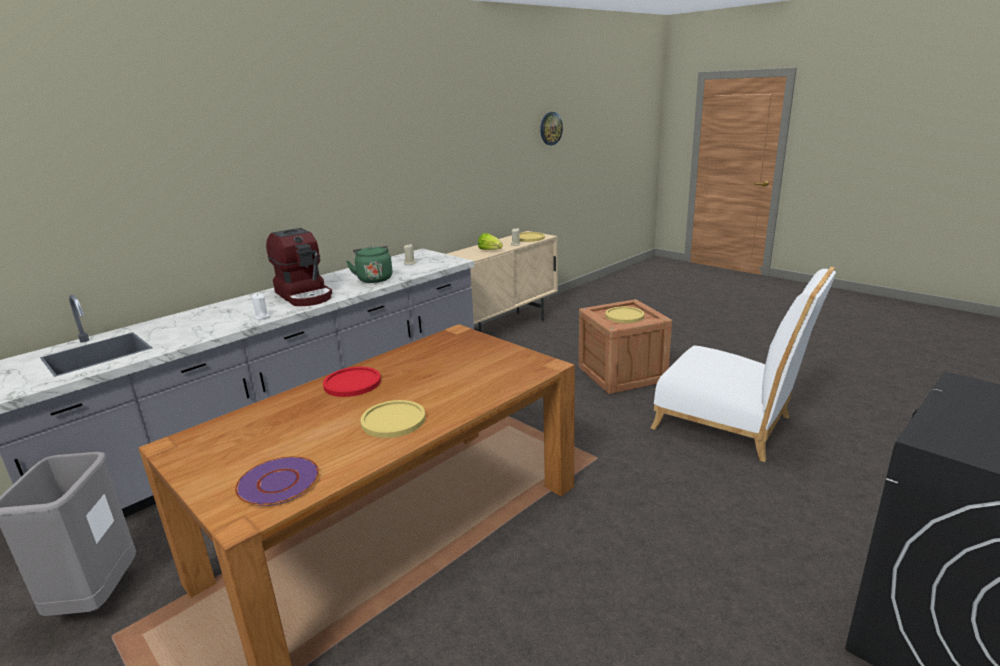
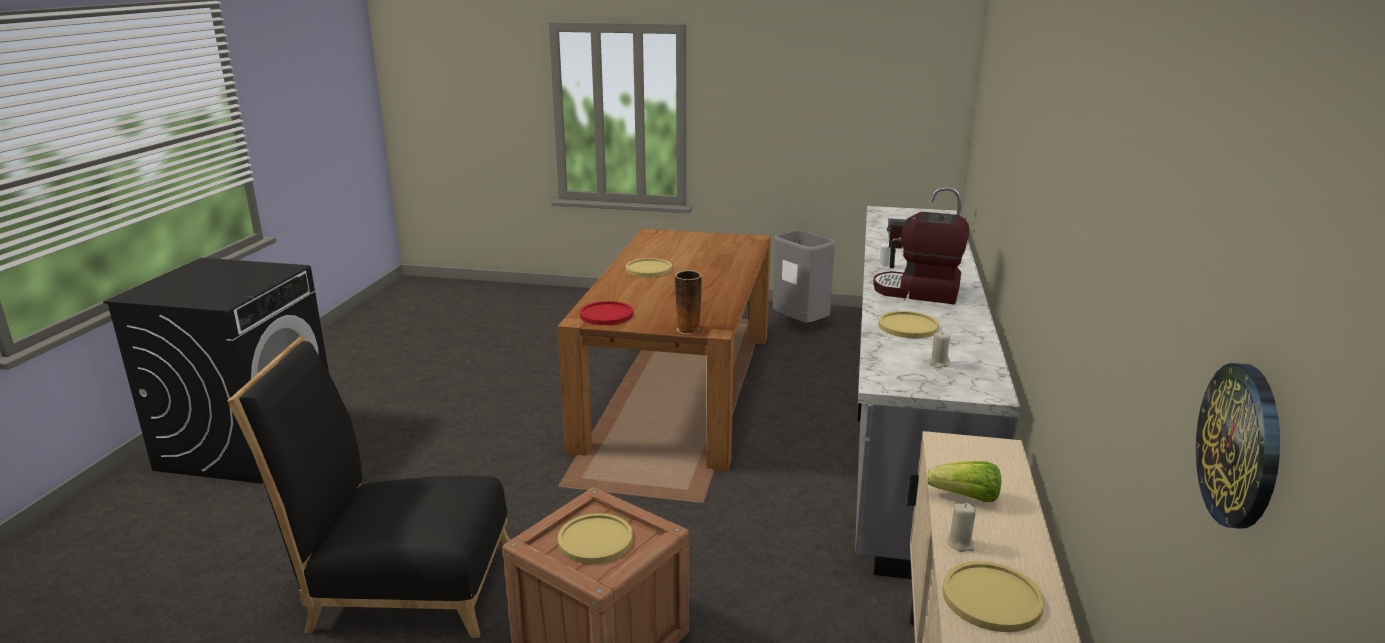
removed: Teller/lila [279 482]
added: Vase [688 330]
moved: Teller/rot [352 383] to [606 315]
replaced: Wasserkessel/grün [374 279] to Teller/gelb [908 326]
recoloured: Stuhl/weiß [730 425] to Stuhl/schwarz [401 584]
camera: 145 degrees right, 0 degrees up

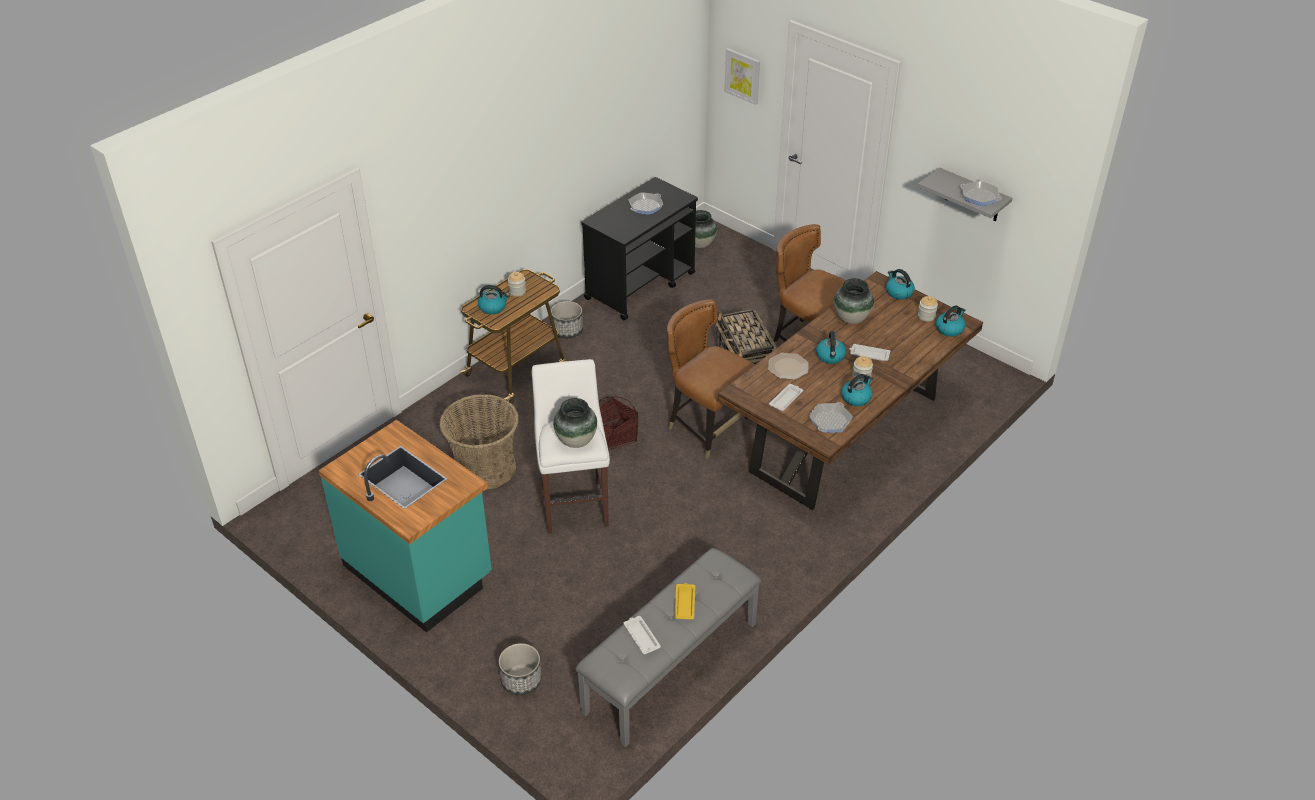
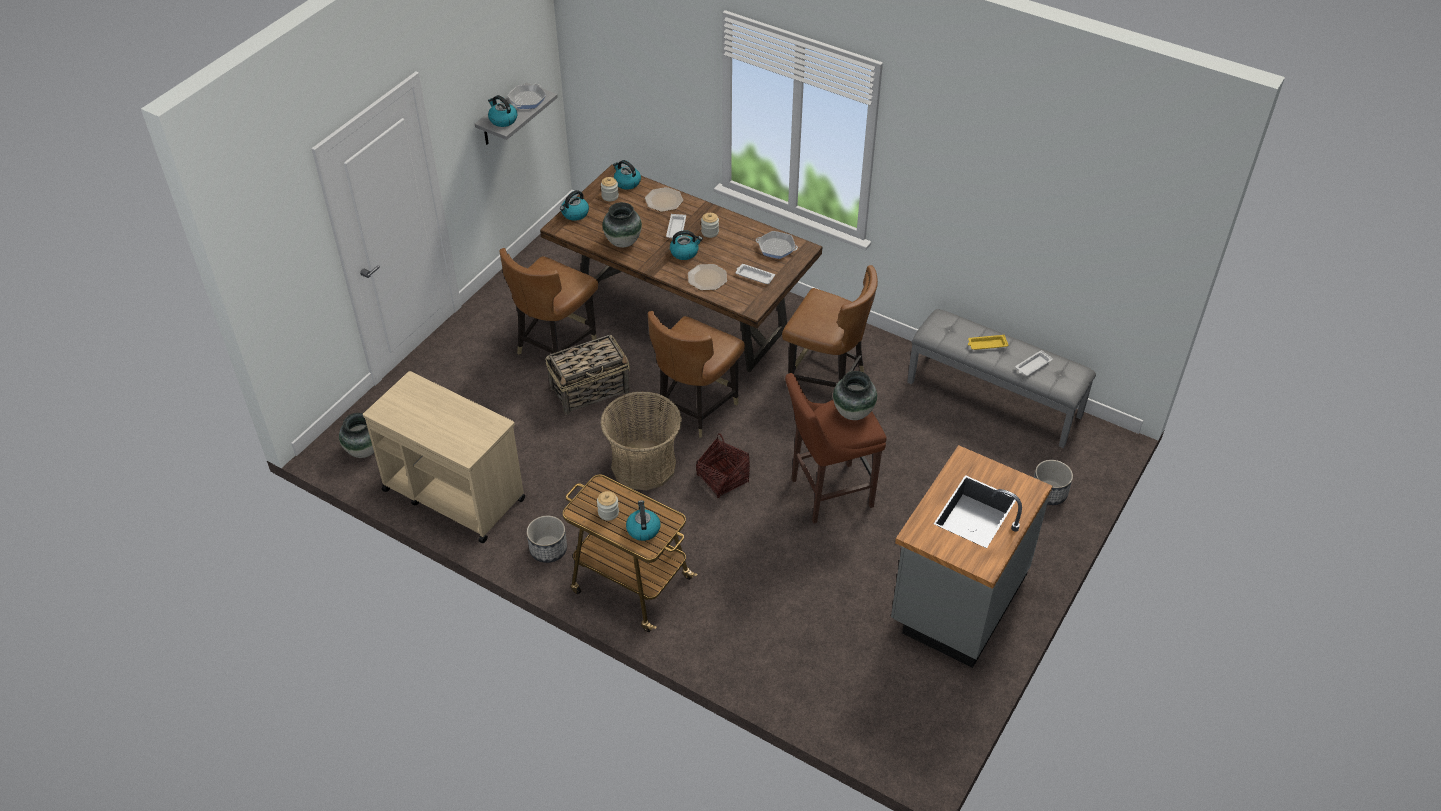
removed: Bild [742 76]; Pfanne [645 206]
added: Teller [663 200]; Stuhl/braun [826 378]
moved: Wasserkessel [856 397] to [502 120]; Korb [484 467] to [643 465]
recoloured: Rollwagen/schwarz [641 285] to Rollwagen/beige [453 494]; Hocker/weiß [574 503] to Hocker/braun [827 493]; Küchenzeile/türkis [419 571] to Küchenzeile/grau [957 599]
camera: 100 degrees left, 5 degrees up

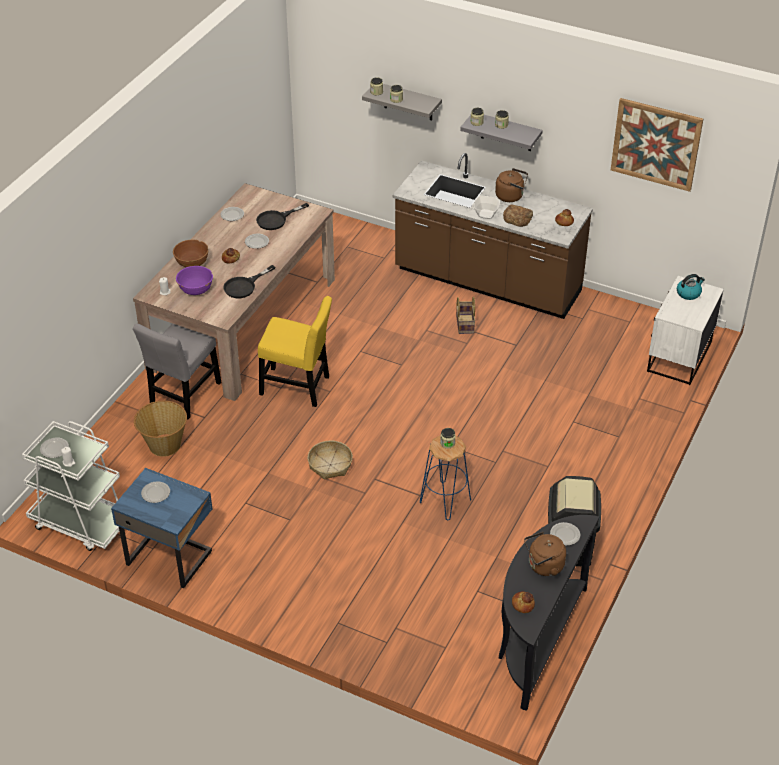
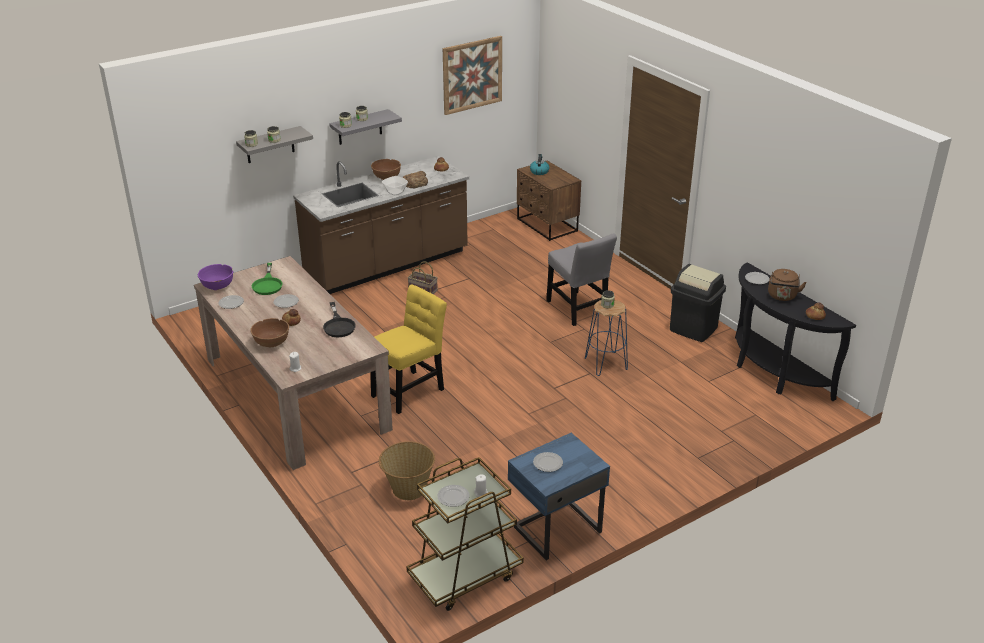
removed: Korb [330 465]
moved: Schüssel/lila [195 289] to [217 286]; Stuhl/grau [184 395] to [578 310]
replaced: Wasserkessel/braun [511 196] to Schüssel/braun [386 177]
recoloured: Pfanne/schwarz [276 219] to Pfanne/grün [267 284]; Nachttisch/weiß [678 357] to Nachttisch/braun [546 225]; Rollwagen/weiß [81 522] to Rollwagen/braun [465 575]
camera: 60 degrees left, 10 degrees down

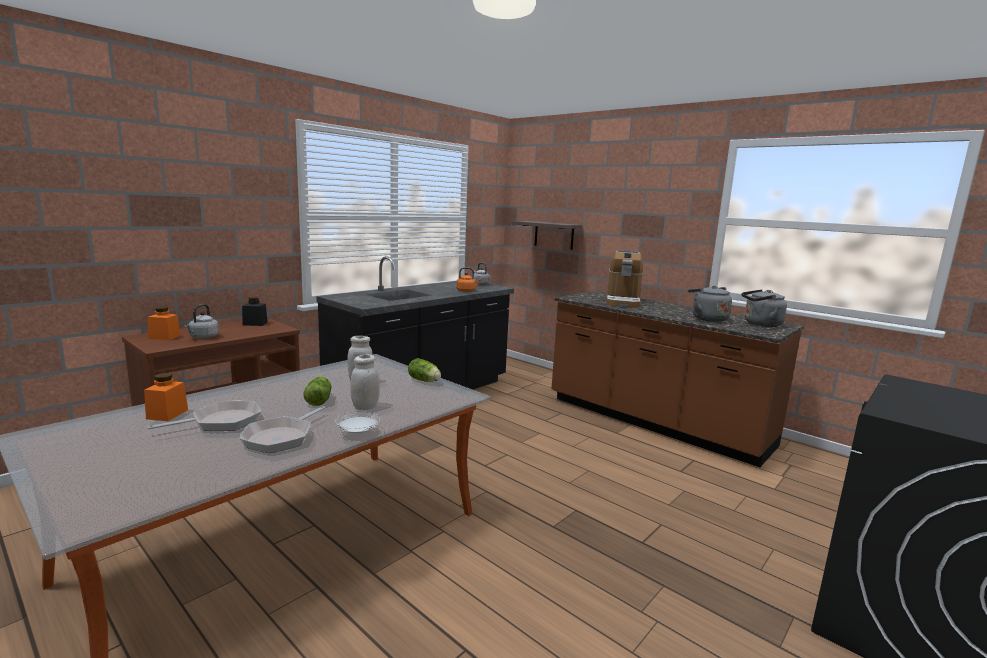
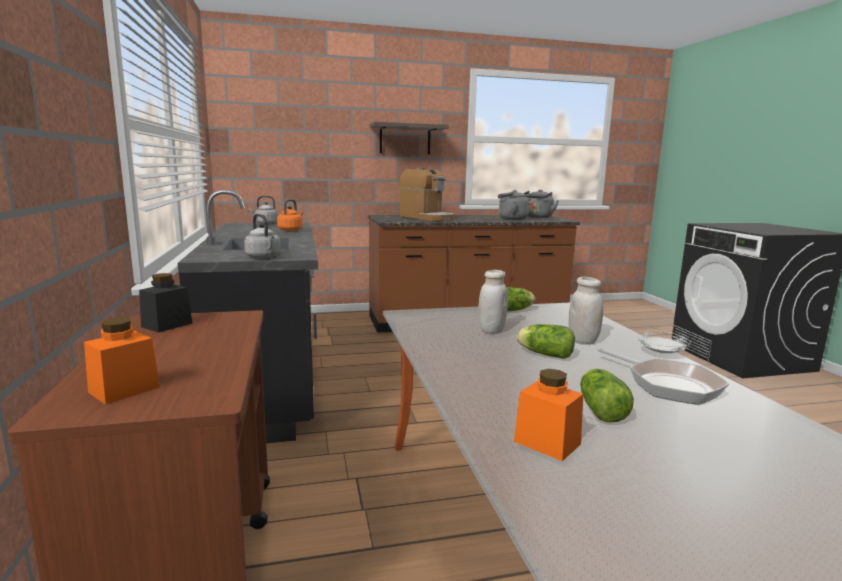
moved: Wandregal [554 235] to [405 139]; Wasserkessel/grau [203 337] to [264 257]
replaced: Pfanne [222 422] to Salatkopf [600 409]
camera: 55 degrees left, 0 degrees up

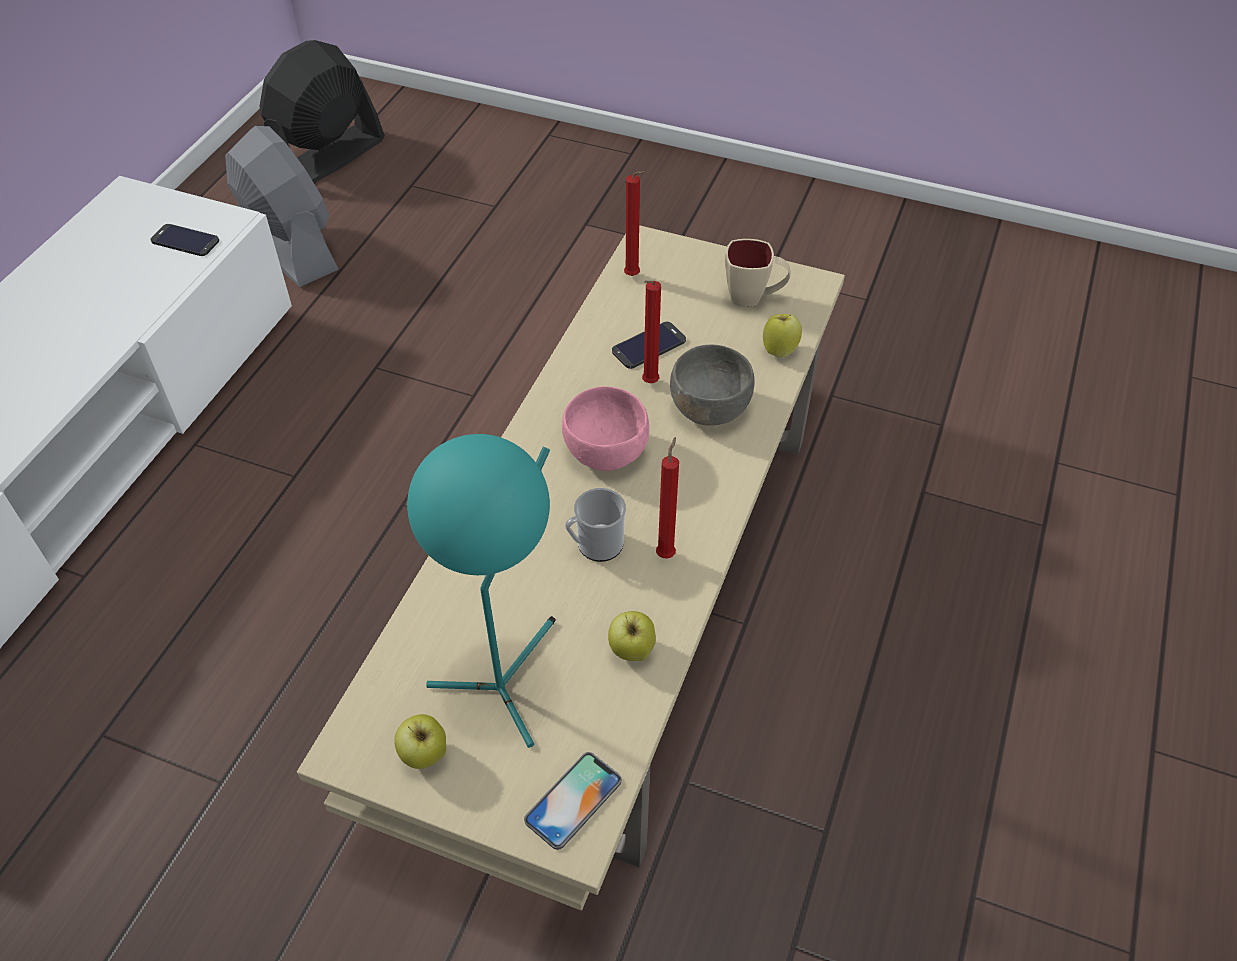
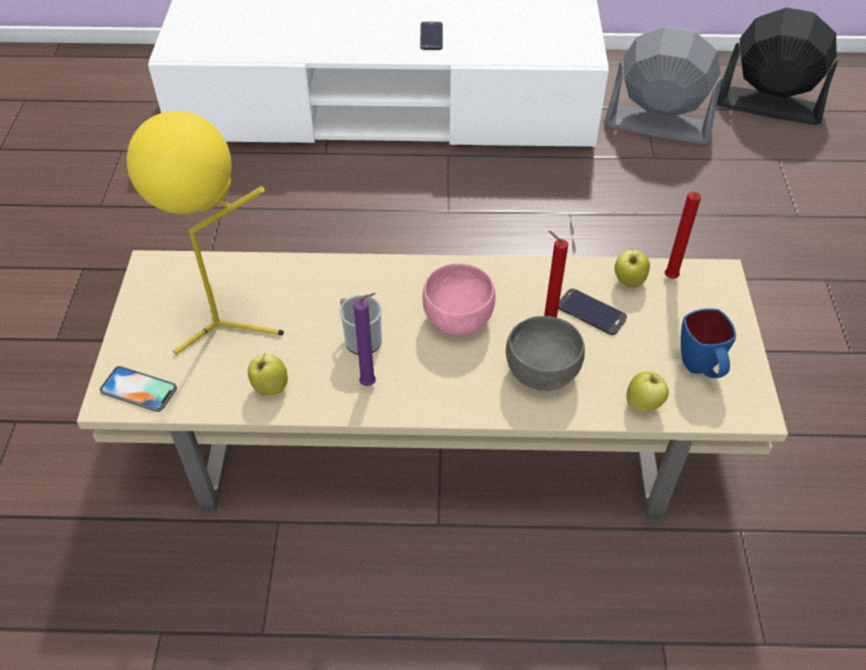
moved: Handy [185 240] to [431 36]; Apfel [424 756] to [628 282]
recoloured: Henkelbecher/beige [754 298] to Henkelbecher/blau [701 369]; Tischlampe/türkis [507 678] to Tischlampe/gelb [226 325]; Kerze/rot [666 553] to Kerze/lila [370 383]
turned: Ventilator/grau [289 247] = [657 124] 105 degrees counterclockwise
camera: 70 degrees right, 0 degrees up

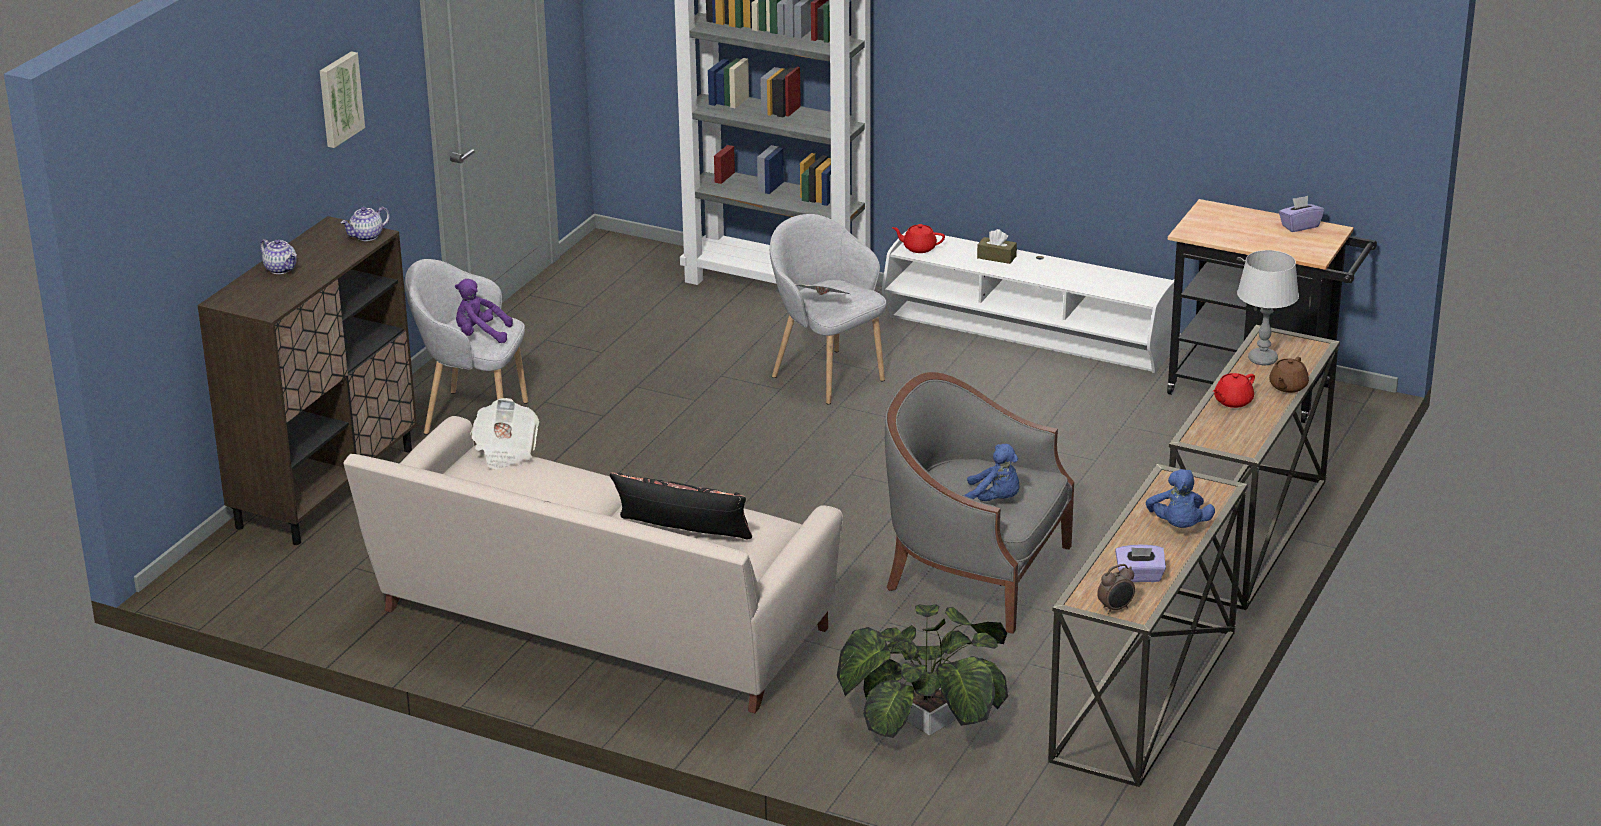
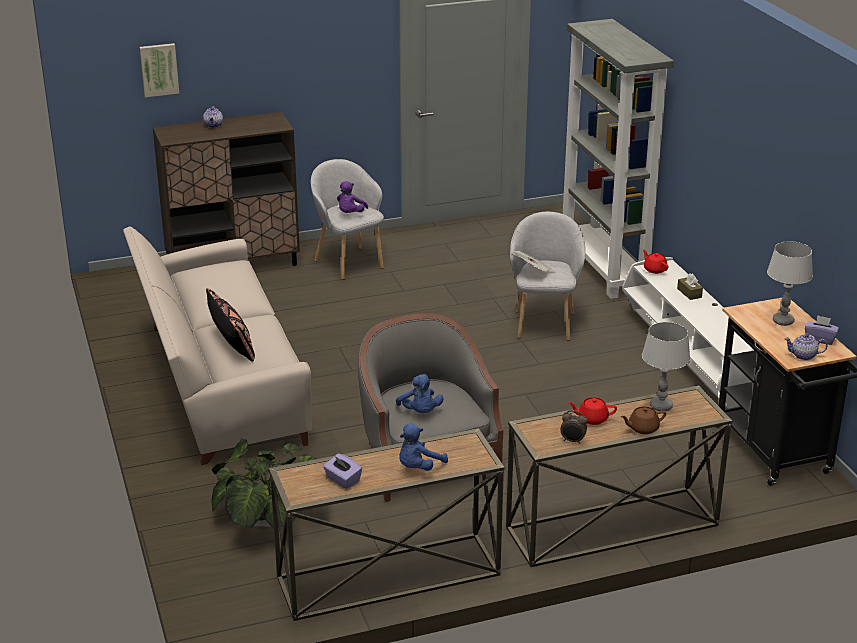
removed: Zeitung [505 451]
added: Tischlampe/grau [783 321]
moved: Bild [339 99] to [159 69]; Teekanne [367 236] to [803 356]; Wecker [1116 609] to [572 441]
turned: Plüschtier/lila [480 335] = [350 214] 120 degrees counterclockwise
camera: 45 degrees right, 0 degrees up

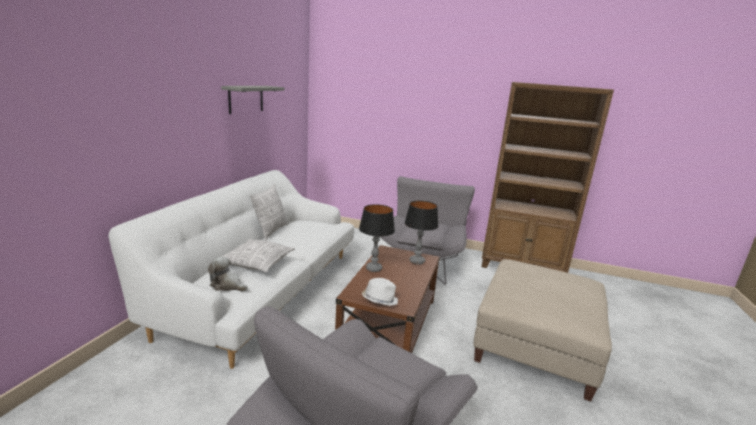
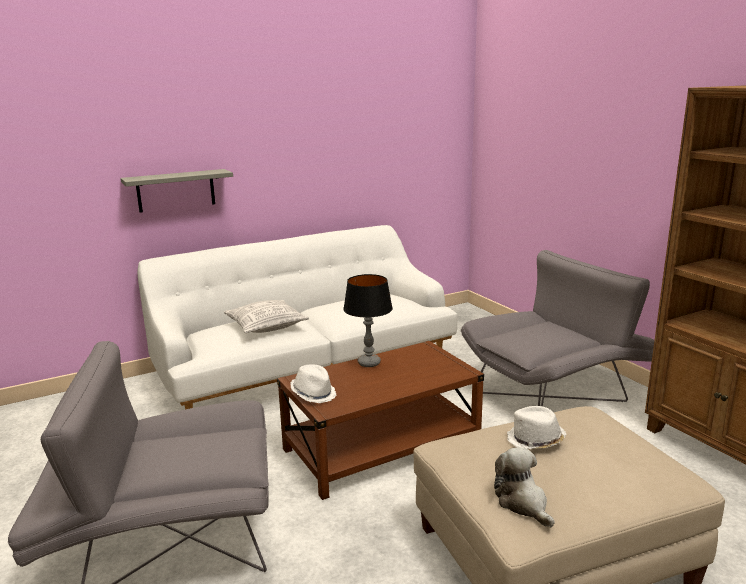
removed: Kissen [271 231]; Tischlampe [416 261]
added: Hut/weiß [535 440]
moved: Wandregal/grau [246 99] to [176 190]; Plüschtier [227 285] to [523 503]
camera: 45 degrees right, 0 degrees up

